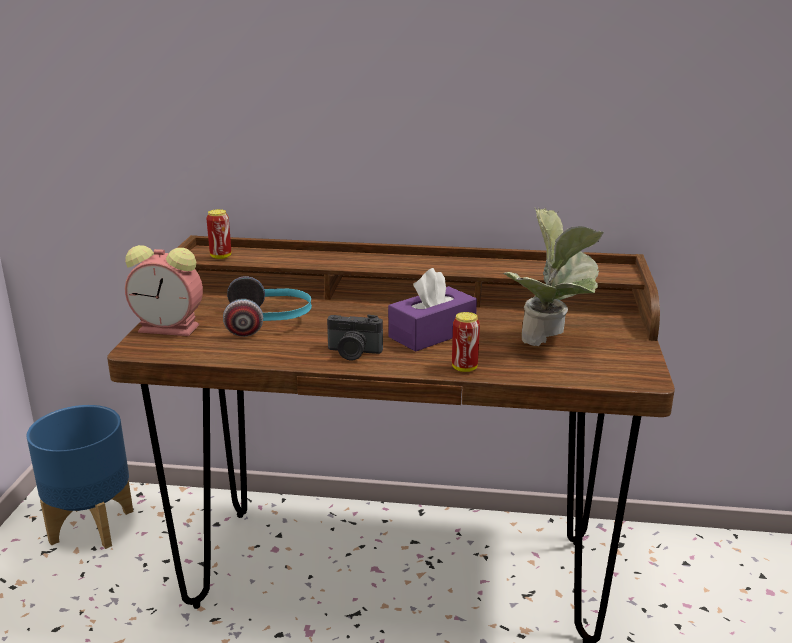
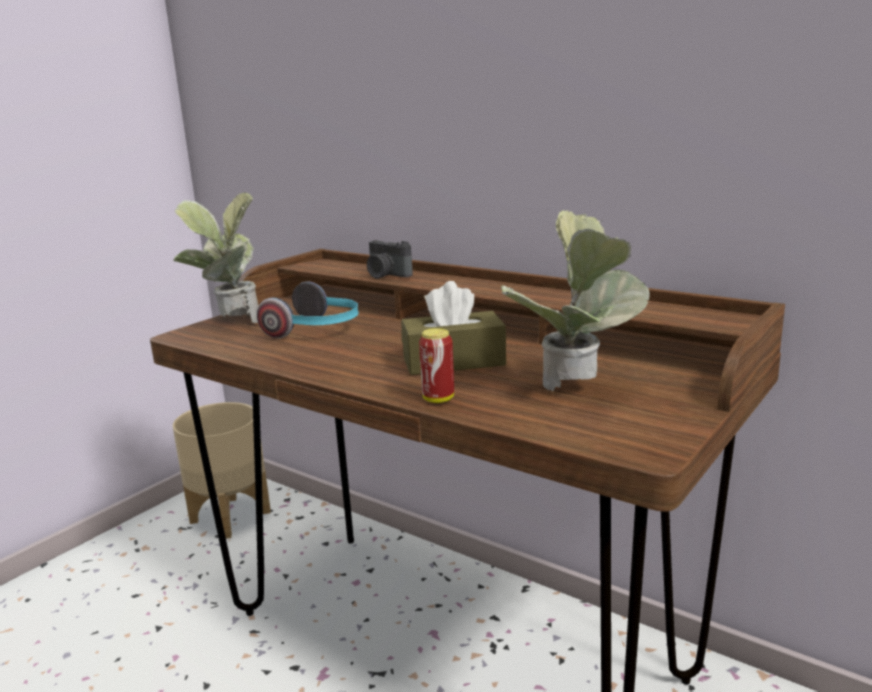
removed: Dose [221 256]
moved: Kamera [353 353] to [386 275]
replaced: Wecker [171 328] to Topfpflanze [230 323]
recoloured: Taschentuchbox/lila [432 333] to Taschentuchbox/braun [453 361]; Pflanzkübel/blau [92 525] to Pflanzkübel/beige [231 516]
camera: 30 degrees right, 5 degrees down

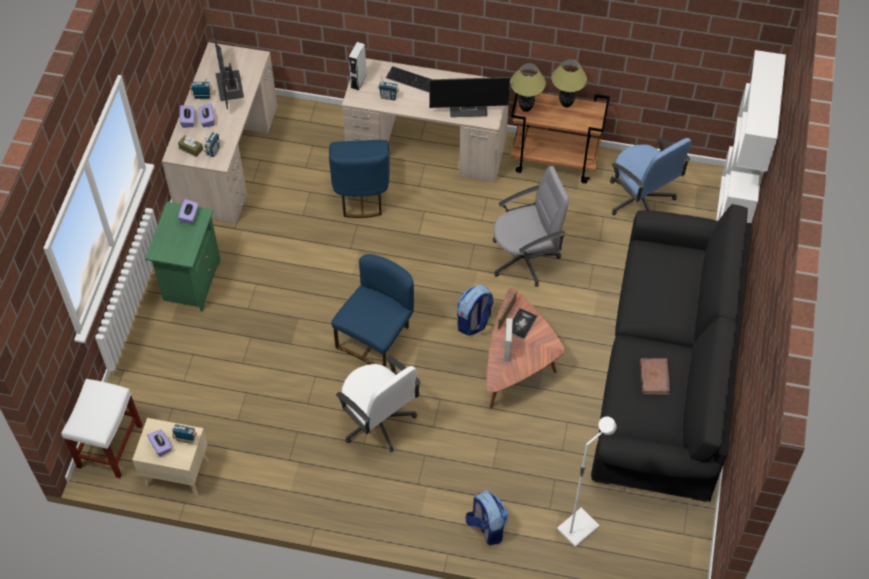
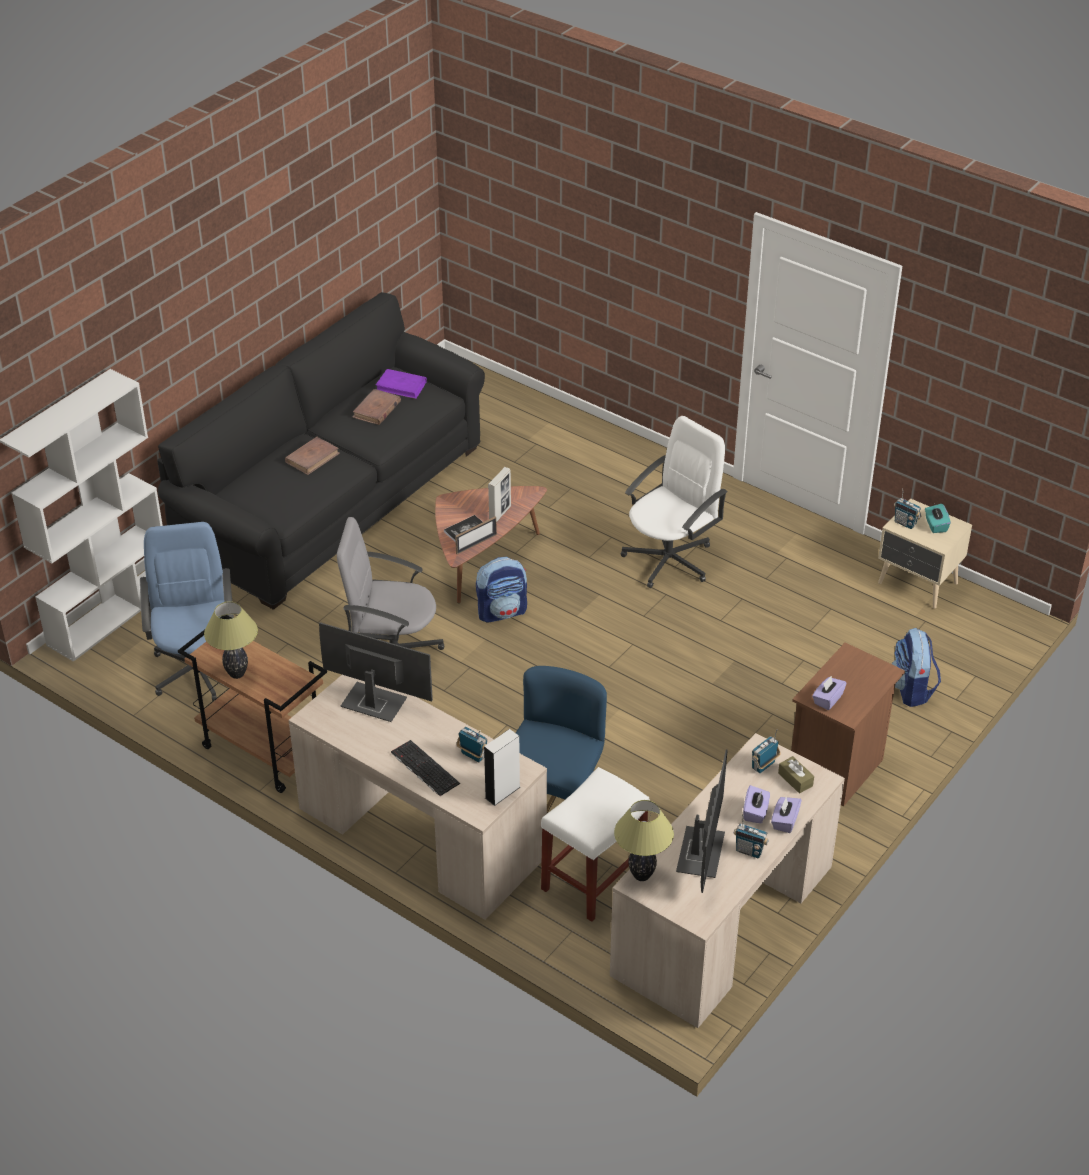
removed: Stuhl/blau [376 339]; Stehlampe/weiß [577 527]
added: Buch/lila [401 386]; Buch/braun [312 458]
moved: Tischlampe [525 108] to [642 876]; Hocker/weiß [110 447] to [594 878]; Rucksack [486 527] to [911 689]
recoloured: Nachttisch/grün [191 281] to Nachttisch/braun [837 770]; Taschentuchbox/lila [161 446] to Taschentuchbox/türkis [935 525]
turned: Bürostuhl/weiß [378 421] = [670 559] 60 degrees clockwise
camera: 155 degrees left, 15 degrees down

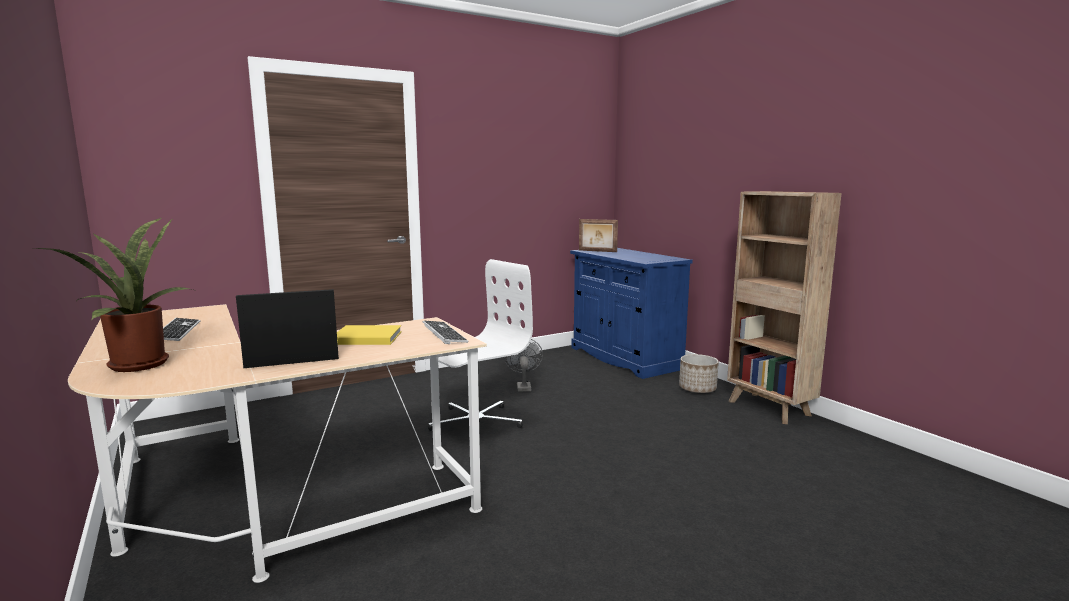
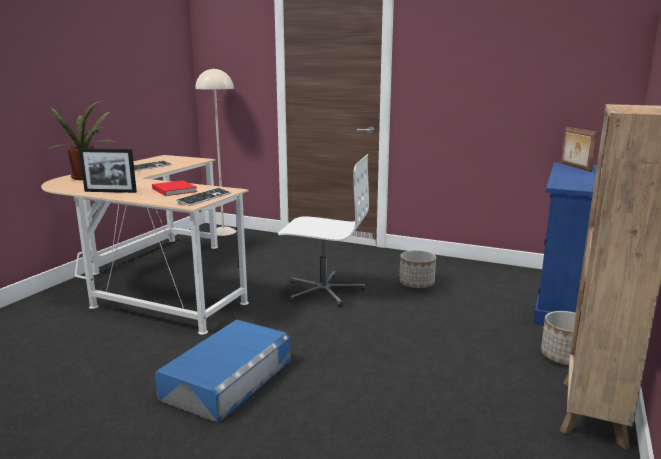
added: Stehlampe/beige [223 231]; Aufbewahrungsbox/blau [228 379]
replaced: Ventilator/grau [523 386] to Pflanzkübel [416 284]
recoloured: Buch/gelb [365 338] to Buch/rot [174 190]
turned: Bilderrahmen [292 362] = [110 191] 150 degrees clockwise
camera: 55 degrees right, 5 degrees up

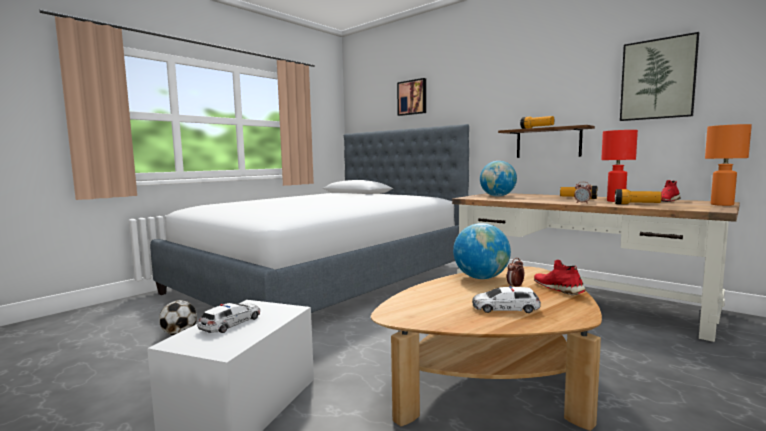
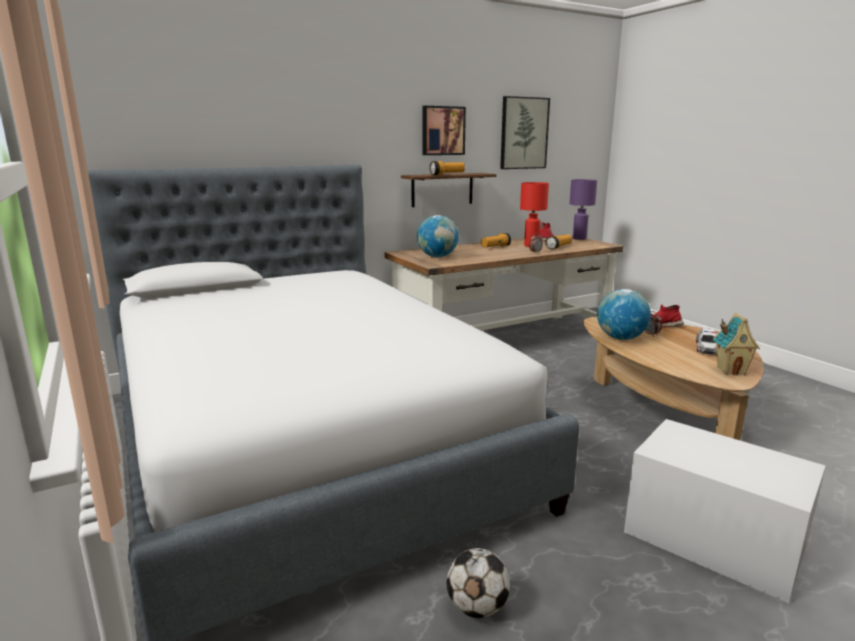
removed: Spielzeugauto [231 323]
added: Spielzeughaus [730 371]
moved: Bild [412 97] to [442 131]
recoloured: Tischlampe/orange [722 204] to Tischlampe/lila [579 238]
camera: 70 degrees left, 10 degrees up

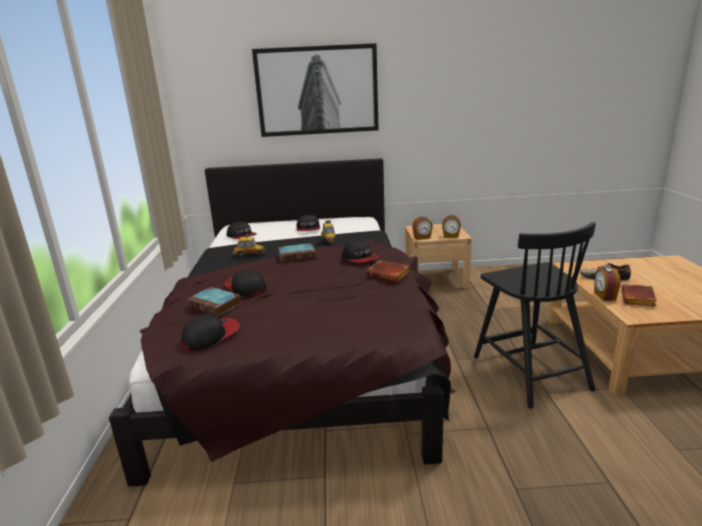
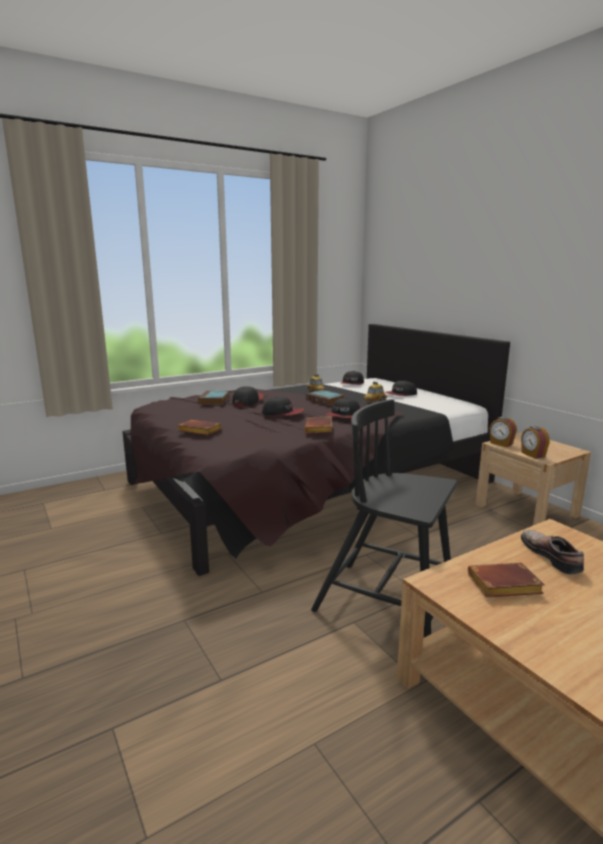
removed: Bild [317 91]; Wecker [604 296]
added: Buch/braun [198 431]
moved: Kappe [211 336] to [283 413]
turned: Stuhl/schwarz [529 371] = [387 604] 75 degrees clockwise
camera: 60 degrees right, 5 degrees down

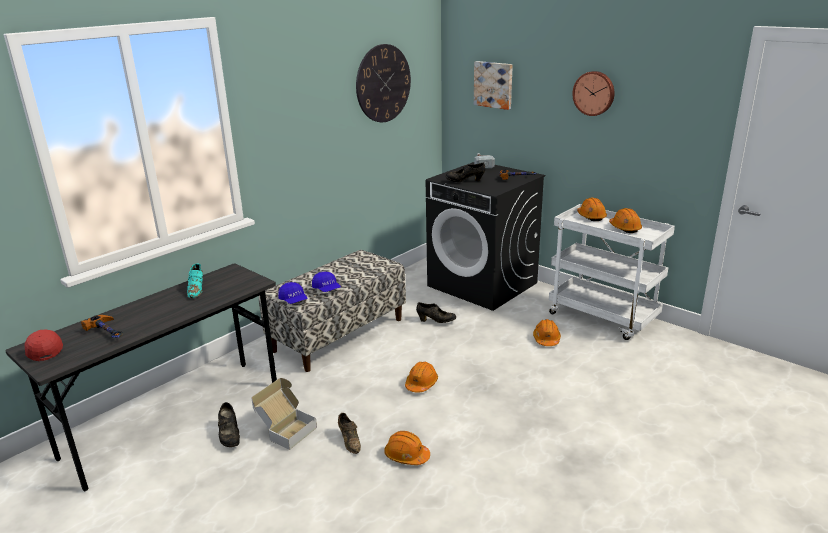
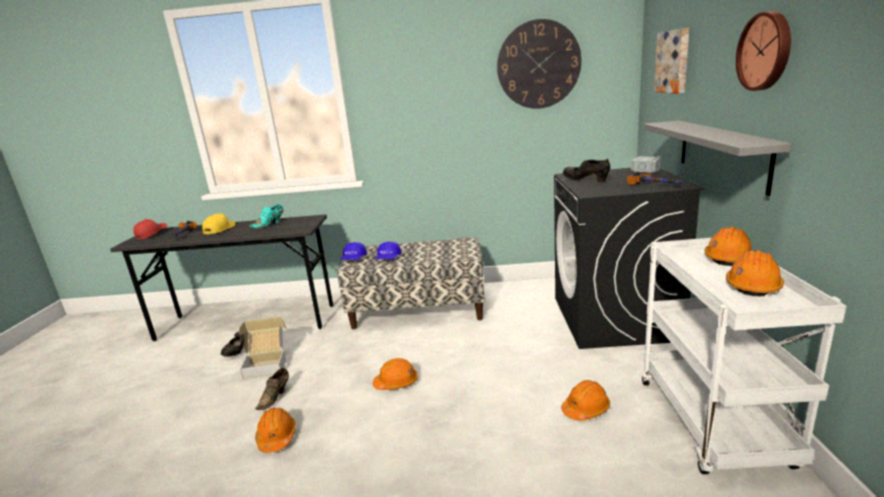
removed: Schuh/schwarz [436 321]
added: Wandregal/grau [722 153]; Kappe/gelb [220 229]
camera: 50 degrees right, 5 degrees down

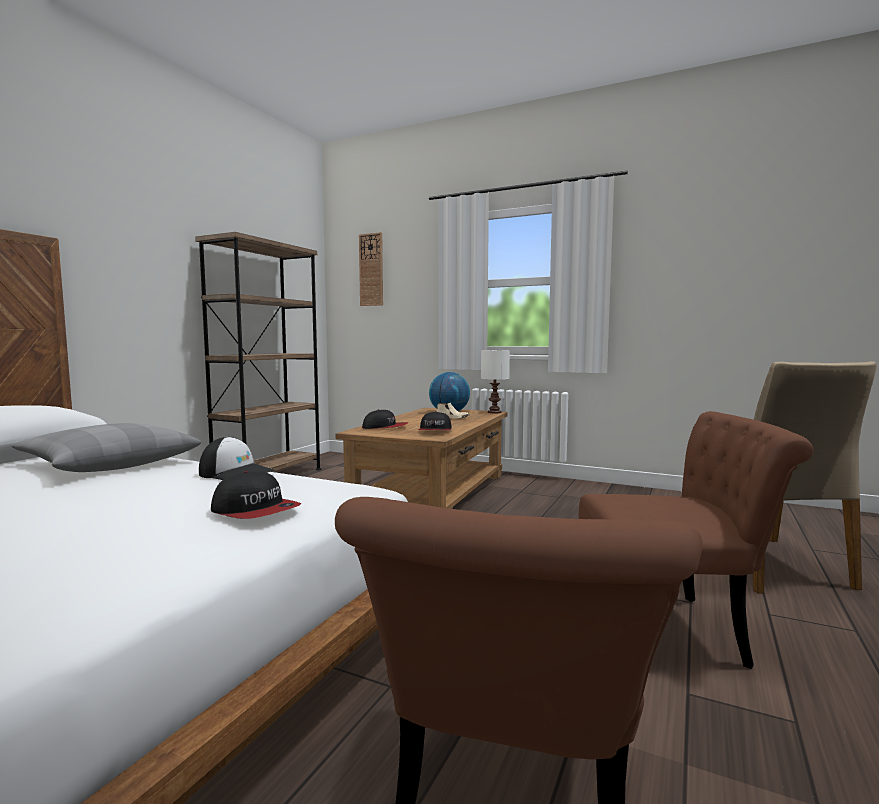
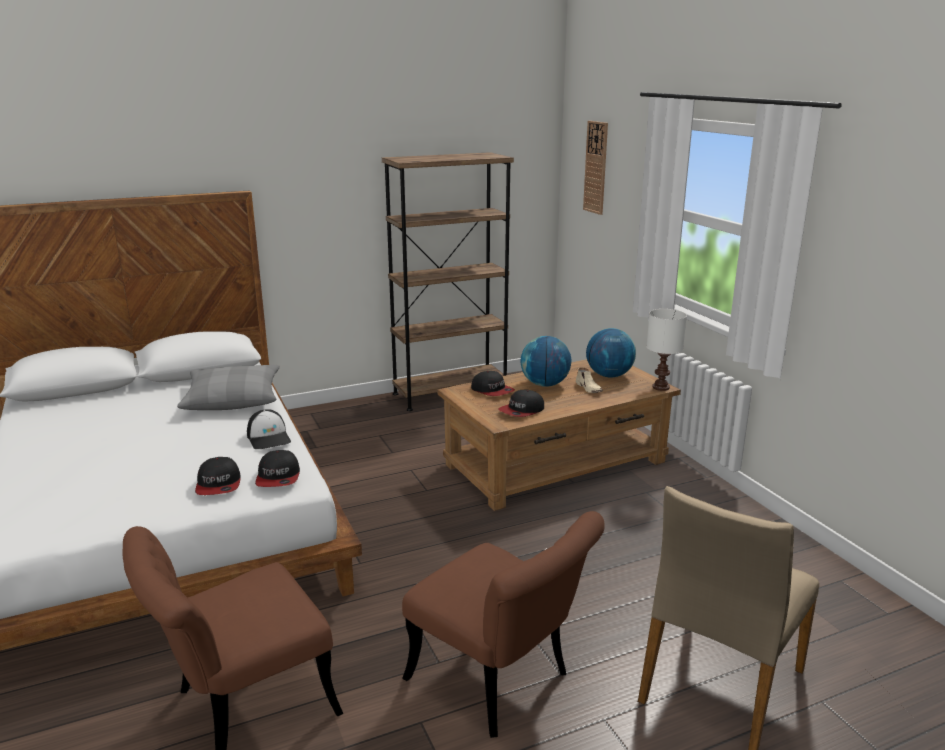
added: Globus [545 384]; Kappe [278 477]
camera: 40 degrees right, 15 degrees up

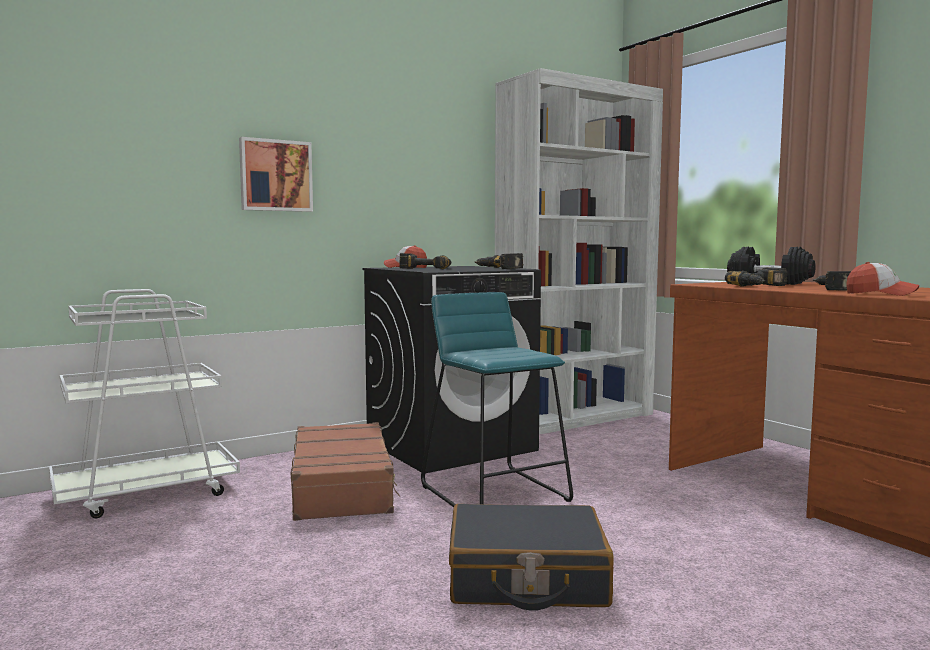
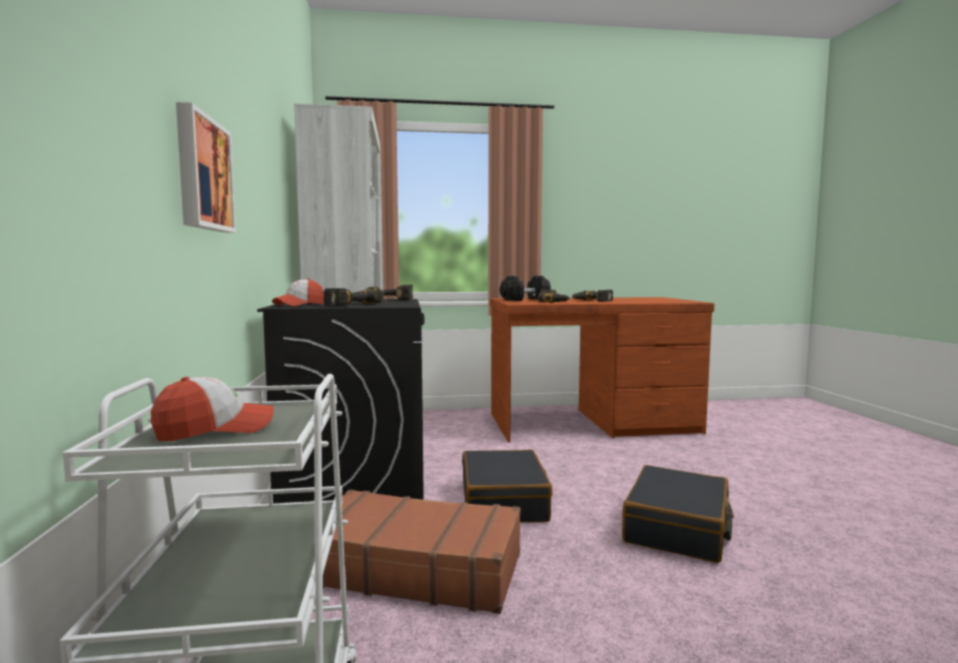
moved: Kappe [881 294] to [215 429]
replaced: Hocker/türkis [496 493] to Koffer/schwarz [504 501]
camera: 65 degrees left, 0 degrees up

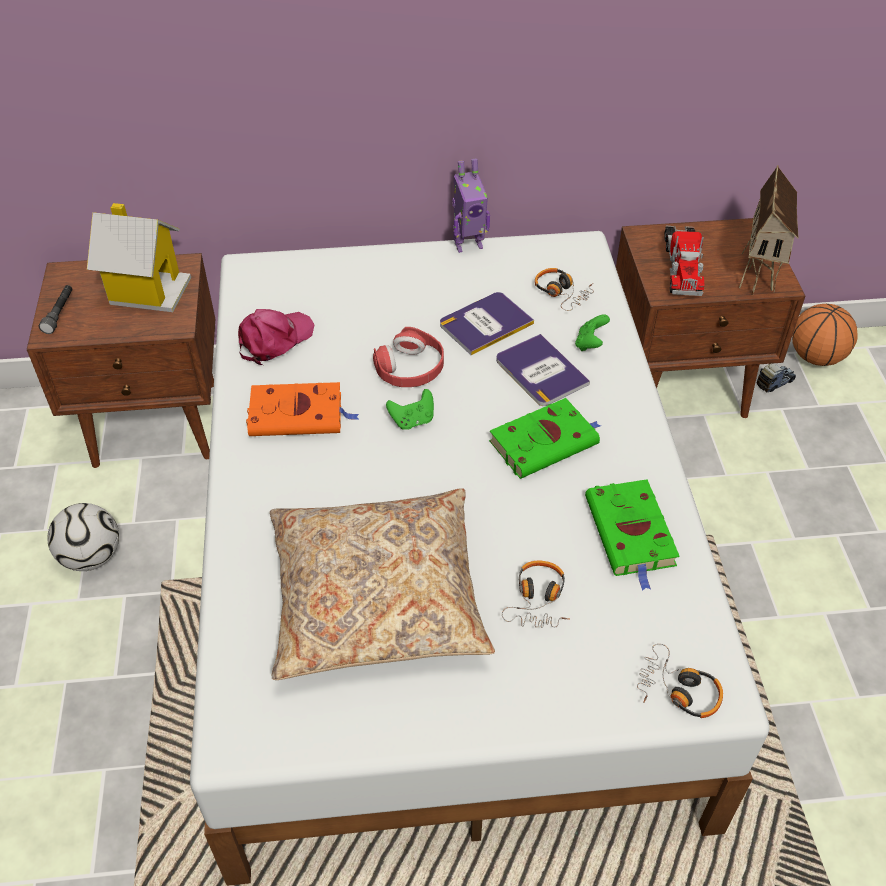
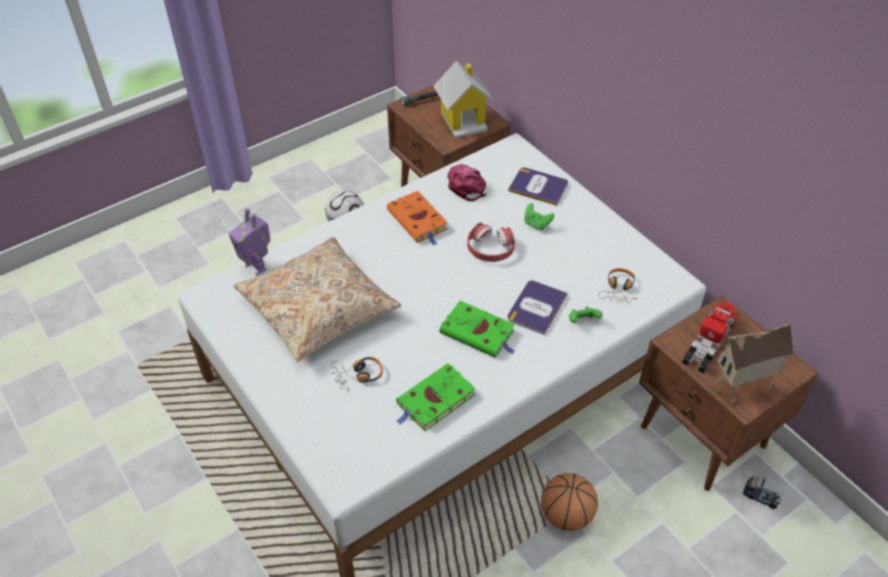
removed: Kopfhörer [678 690]
moved: Spielzeugroboter [468 244] to [257 267]; Buch [485 324] to [538 187]; Basketball [816 357] to [566 515]; Gamepad/grün [412 420] to [536 224]
turned: Spielzeuglaster [681 266] = [709 342] 150 degrees clockwise; Kappe/rosa [274 340] = [466 184] 120 degrees counterclockwise
camera: 60 degrees right, 0 degrees up

